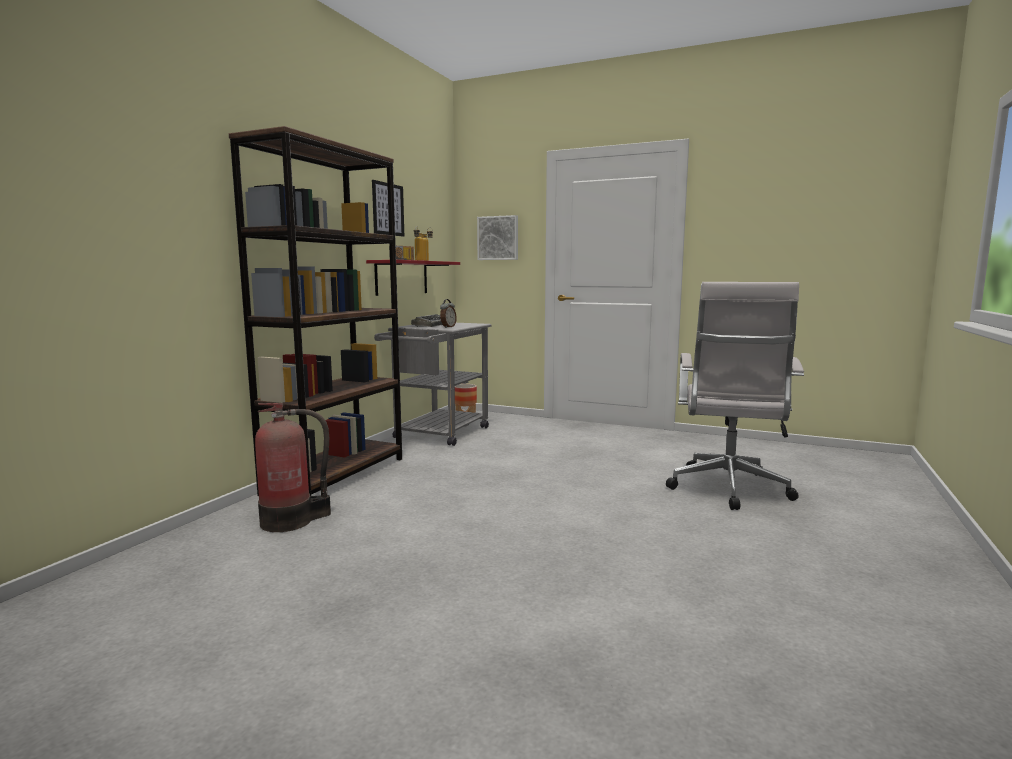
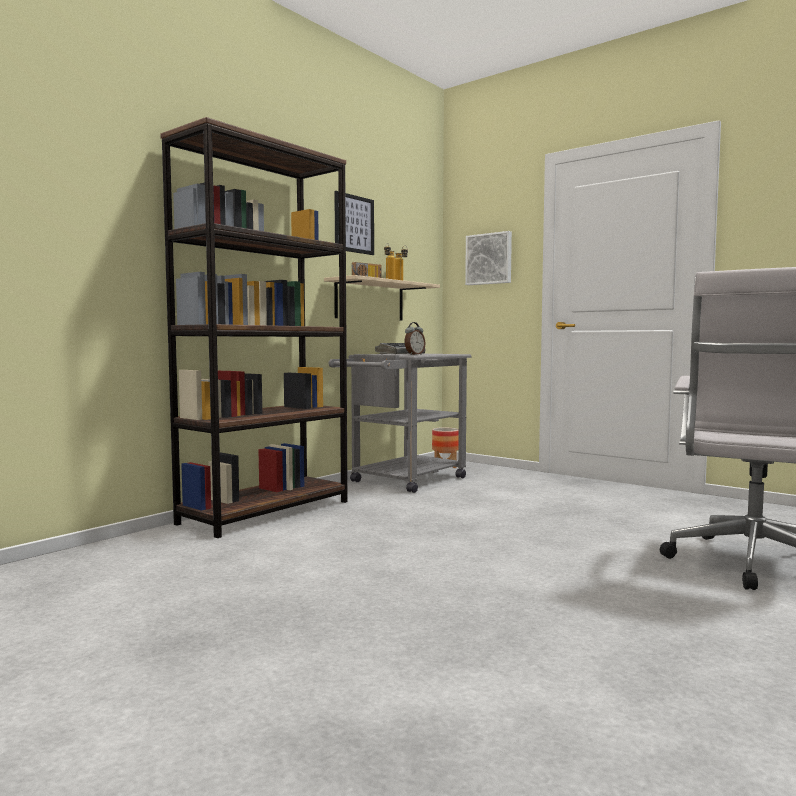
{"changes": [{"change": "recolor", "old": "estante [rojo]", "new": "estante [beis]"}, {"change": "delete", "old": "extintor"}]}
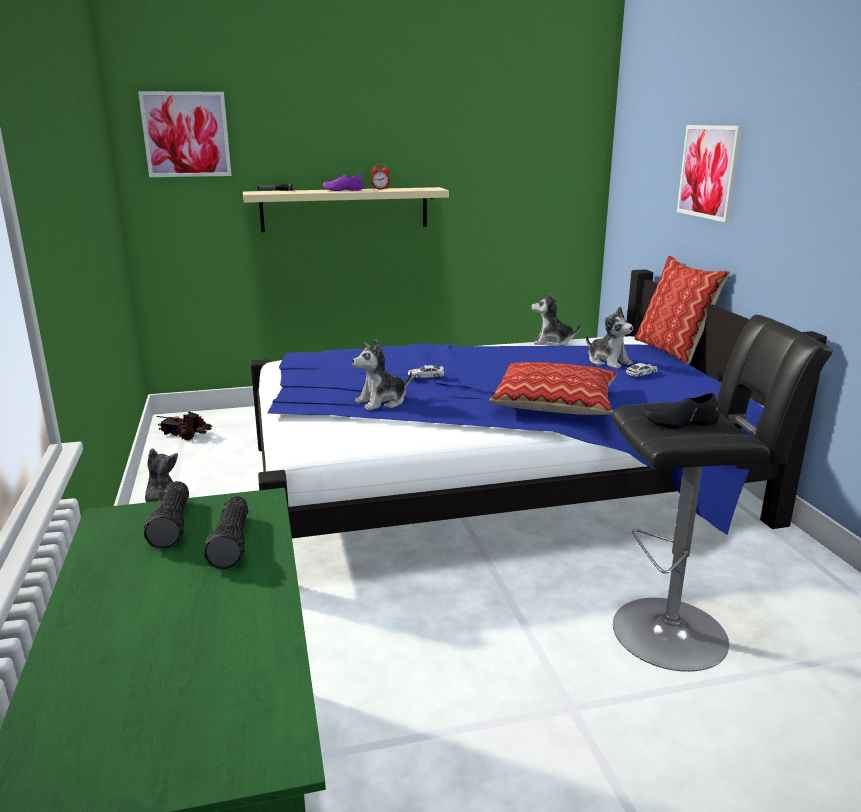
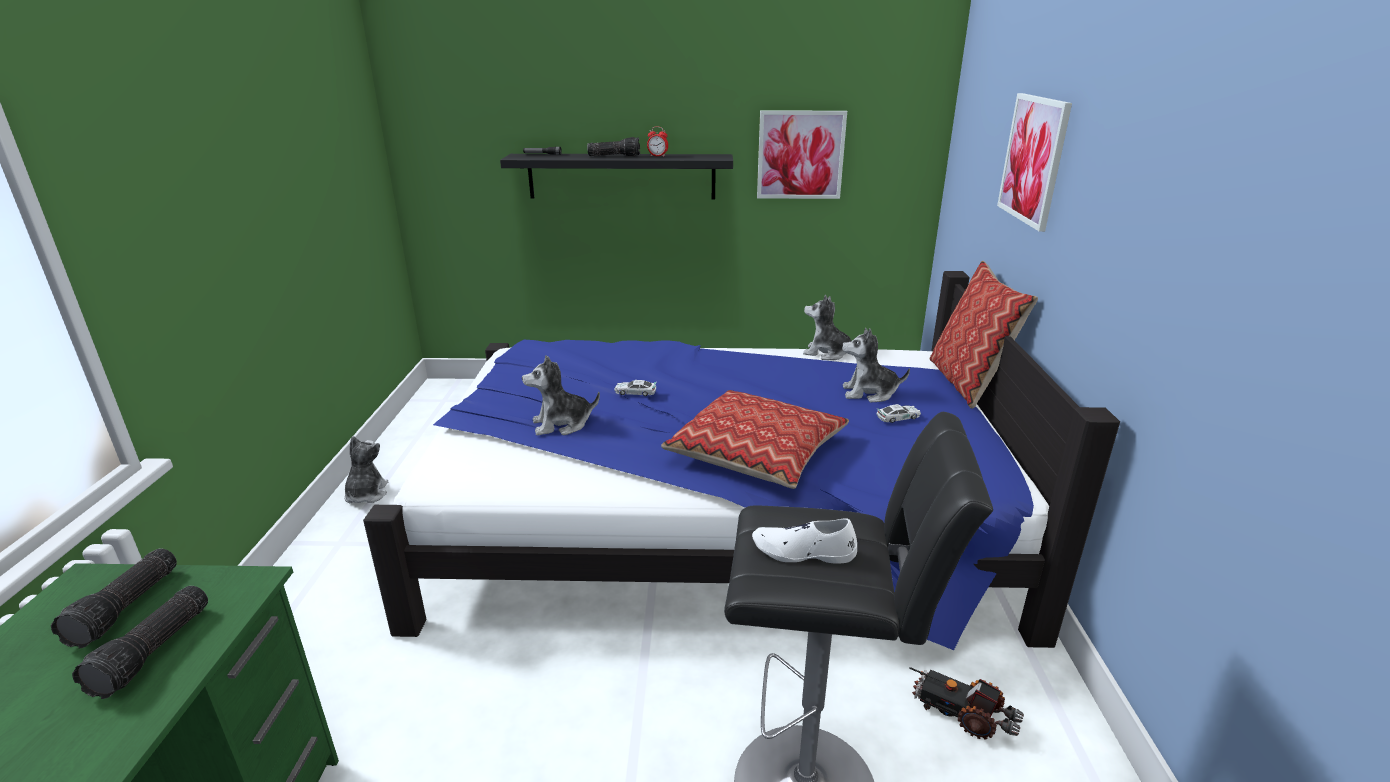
{"changes": [{"change": "move", "old": "cuadro (1st from left)"}, {"change": "replace", "old": "zapato [morado]", "new": "linterna (4th from left)"}, {"change": "recolor", "old": "estante [beis]", "new": "estante [negro]"}, {"change": "rotate", "old": "peluche (4th from left)", "degrees": 120}, {"change": "recolor", "old": "zapato [negro]", "new": "zapato [blanco]"}, {"change": "move", "old": "camión de juguete"}]}
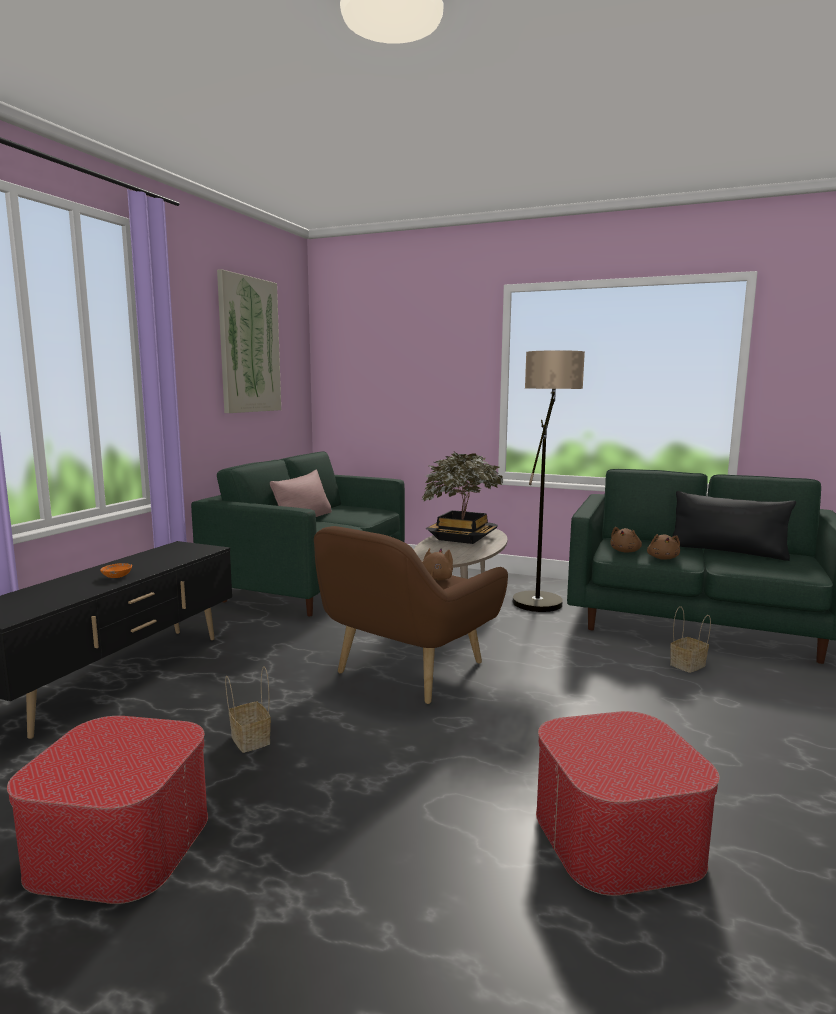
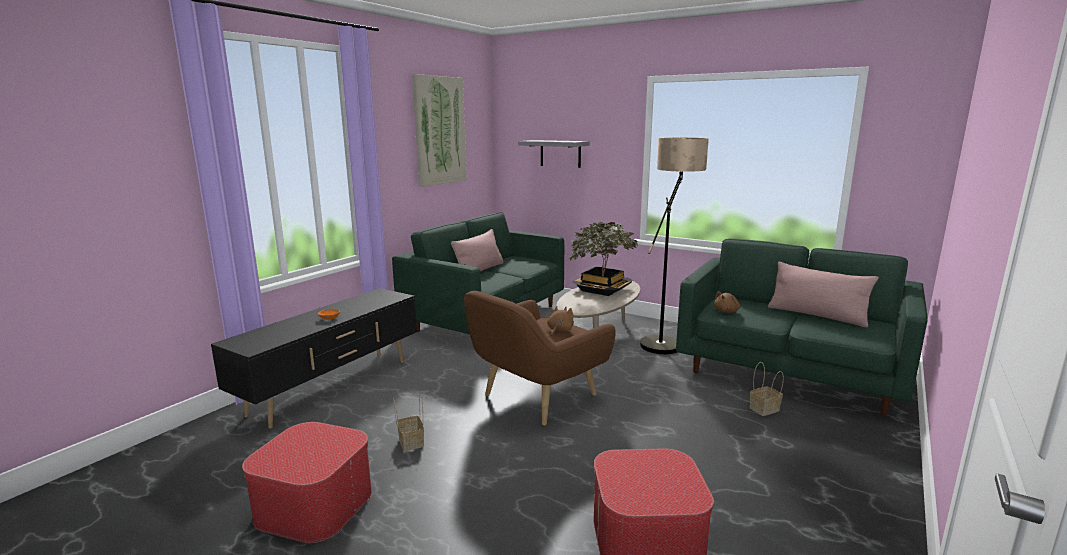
{"changes": [{"change": "recolor", "old": "cojín [negro]", "new": "cojín [rosa] (2nd from left)"}, {"change": "delete", "old": "peluche [marrón] (3rd from left)"}, {"change": "insert", "new": "estante [gris]"}]}
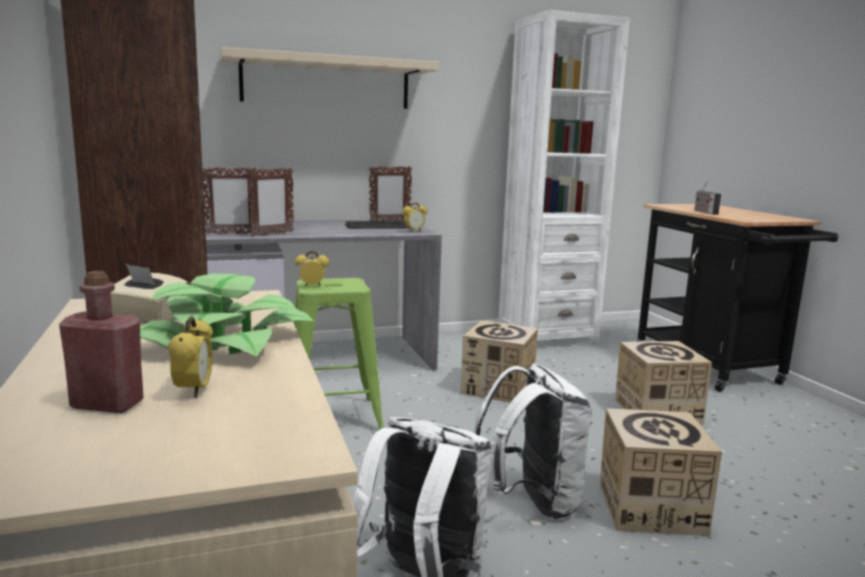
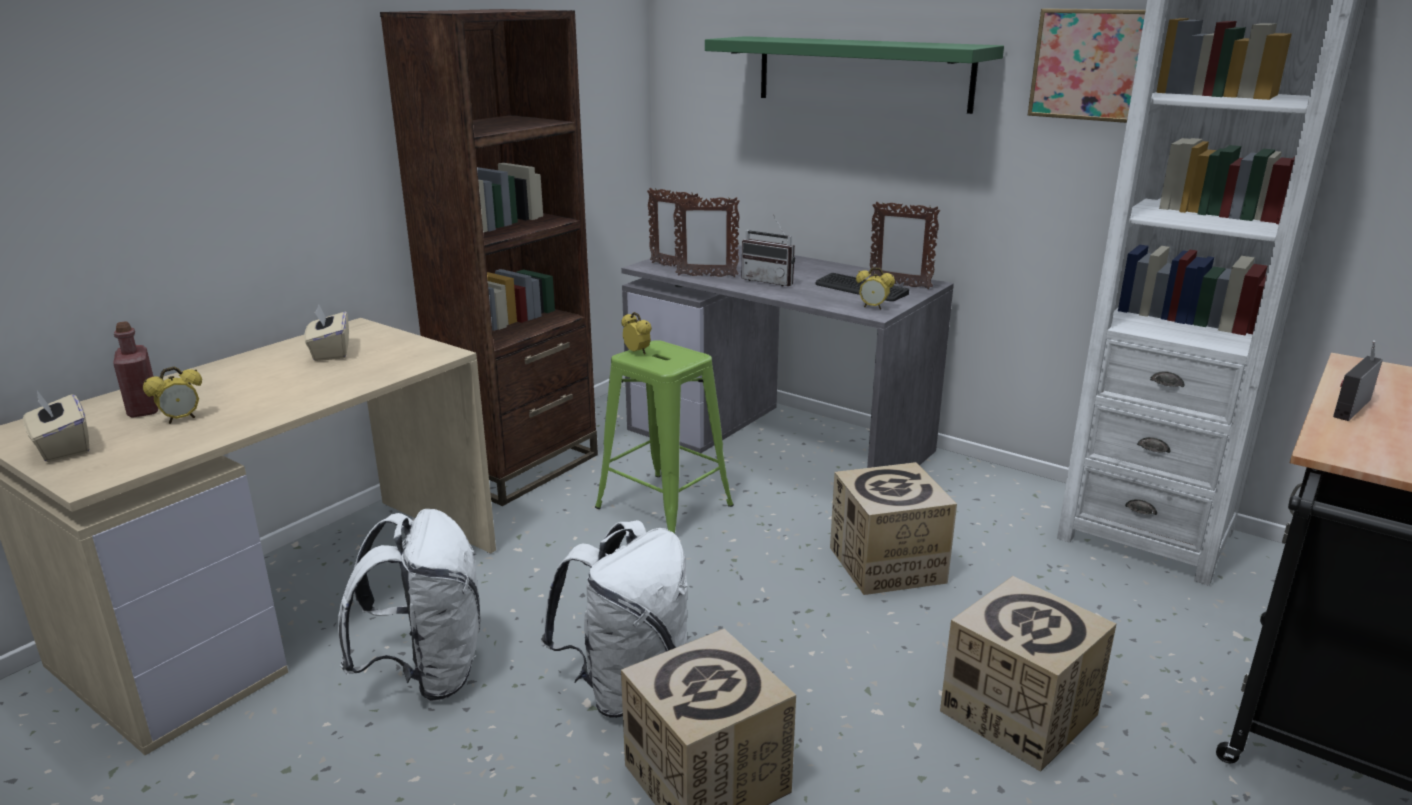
{"changes": [{"change": "recolor", "old": "estante [beis]", "new": "estante [verde]"}, {"change": "delete", "old": "planta en maceta"}, {"change": "insert", "new": "cuadro"}, {"change": "insert", "new": "radio (1st from left)"}, {"change": "insert", "new": "caja de pañuelos [beis] (1st from left)"}]}
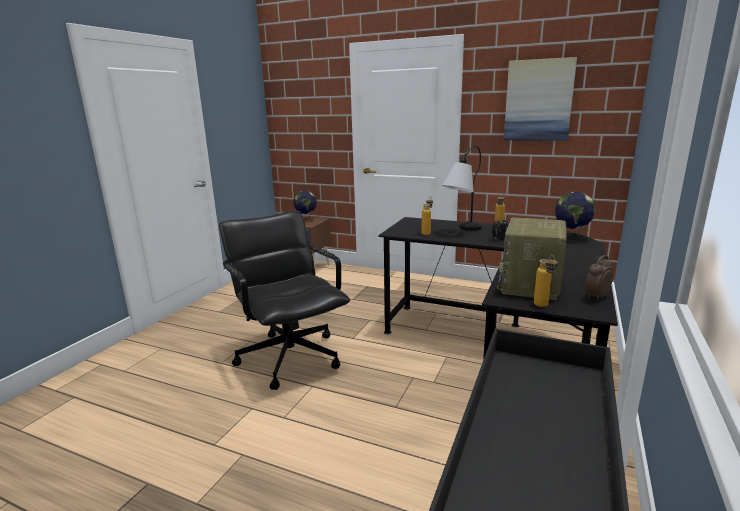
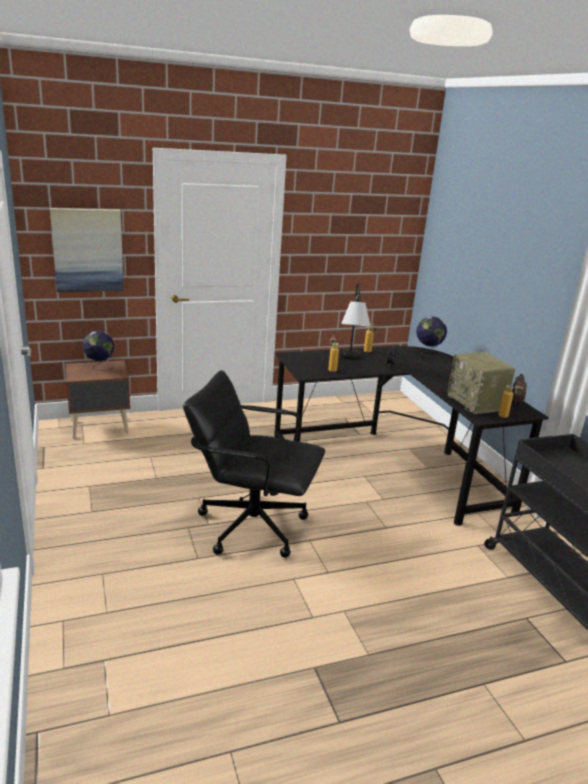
{"changes": [{"change": "move", "old": "cuadro"}]}
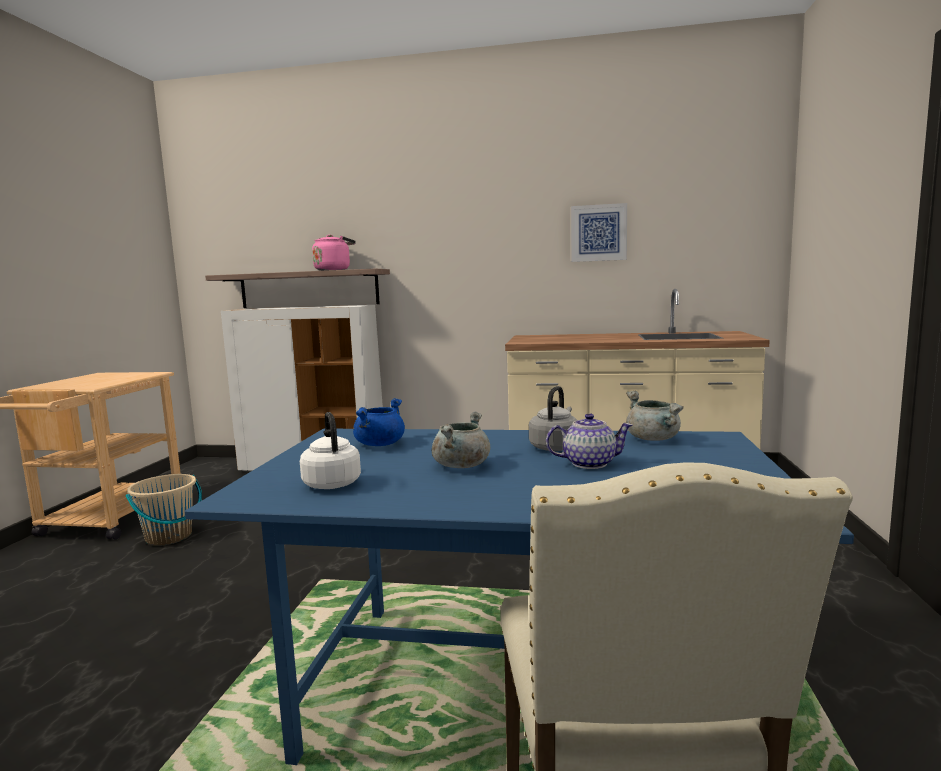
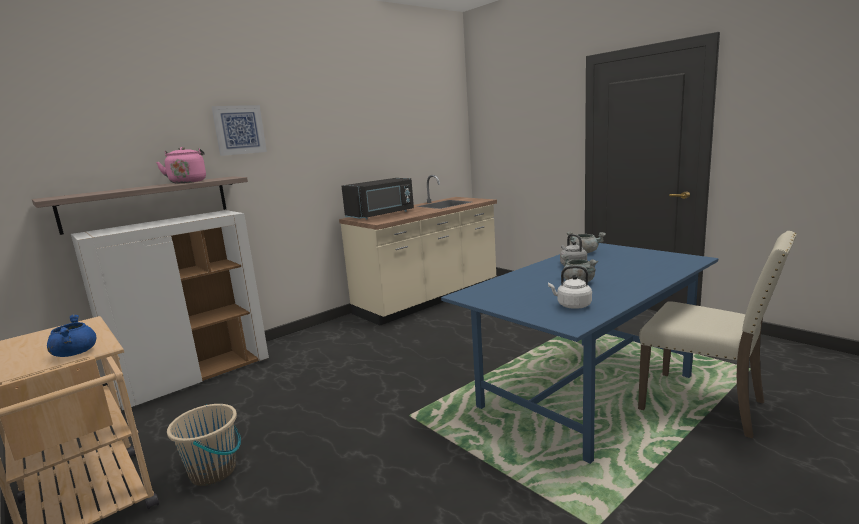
{"changes": [{"change": "move", "old": "cuadro"}, {"change": "move", "old": "olla [azul]"}, {"change": "delete", "old": "tetera"}, {"change": "insert", "new": "microondas [negro]"}]}
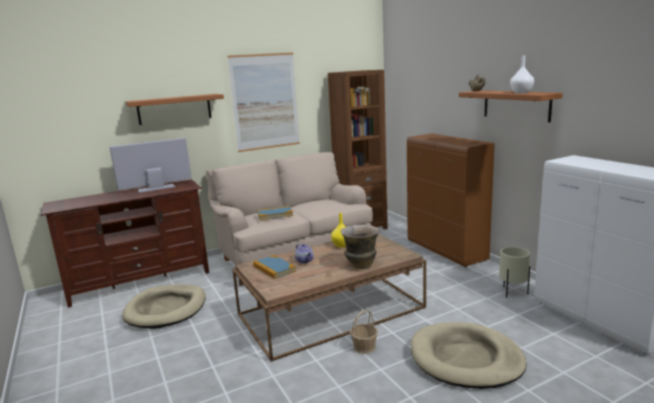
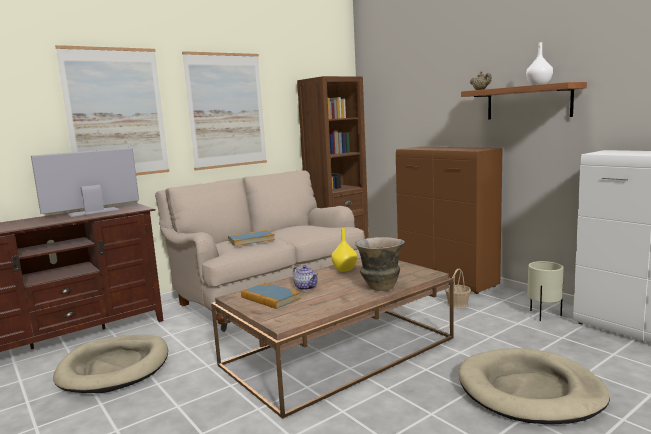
{"changes": [{"change": "replace", "old": "estante (1st from left)", "new": "cuadro (1st from left)"}, {"change": "move", "old": "cesta"}]}
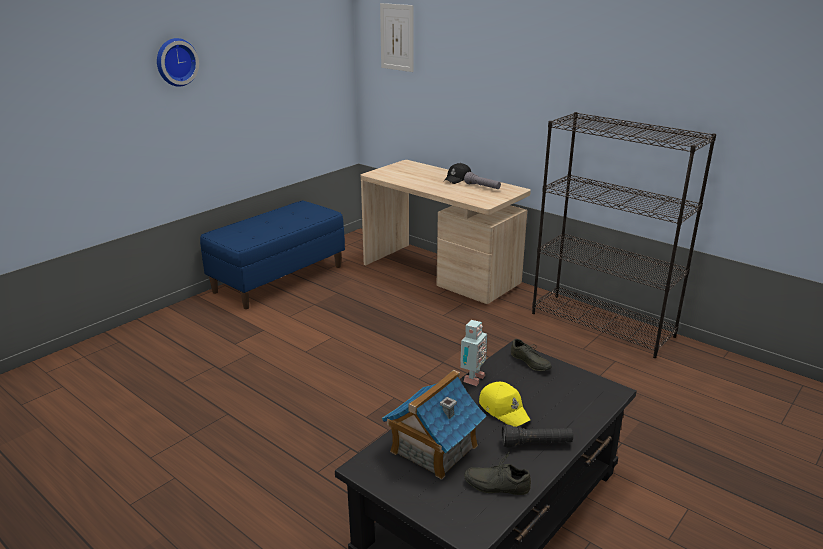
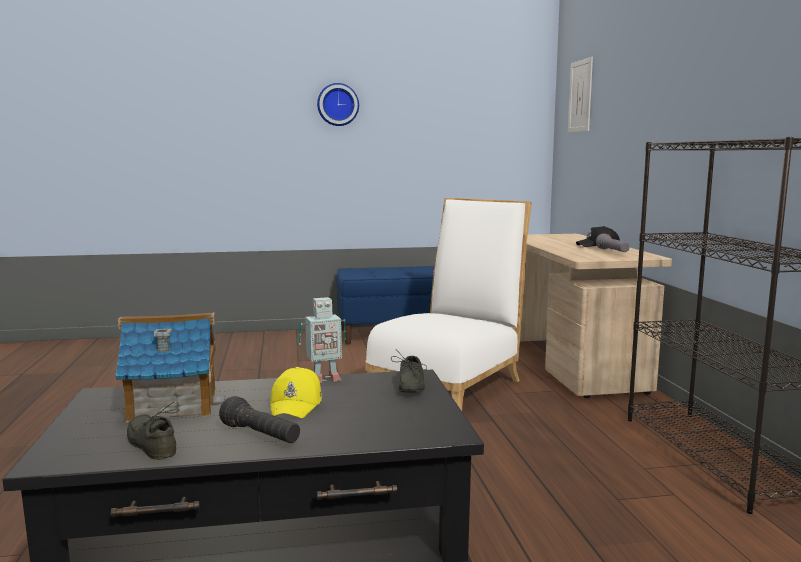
{"changes": [{"change": "insert", "new": "silla [blanco]"}]}
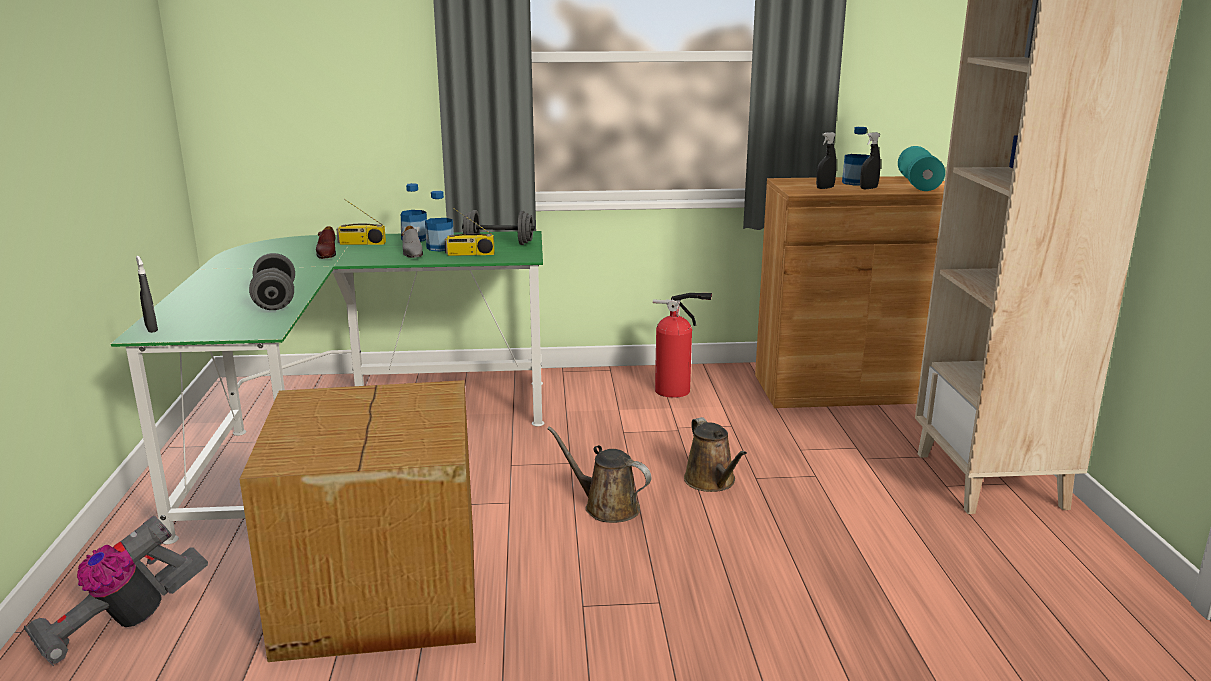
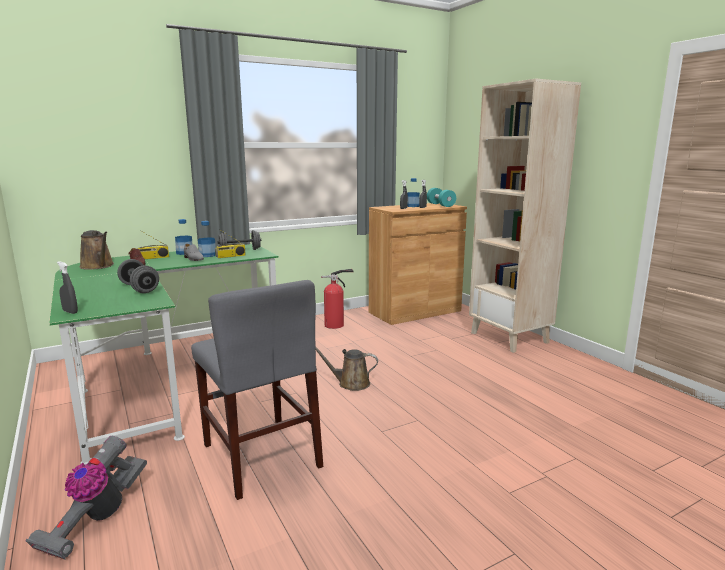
{"changes": [{"change": "replace", "old": "caja de cartón", "new": "silla [gris]"}, {"change": "move", "old": "regadera [marrón] (2nd from left in the first image)", "new": "regadera [marrón] (1st from left)"}]}
